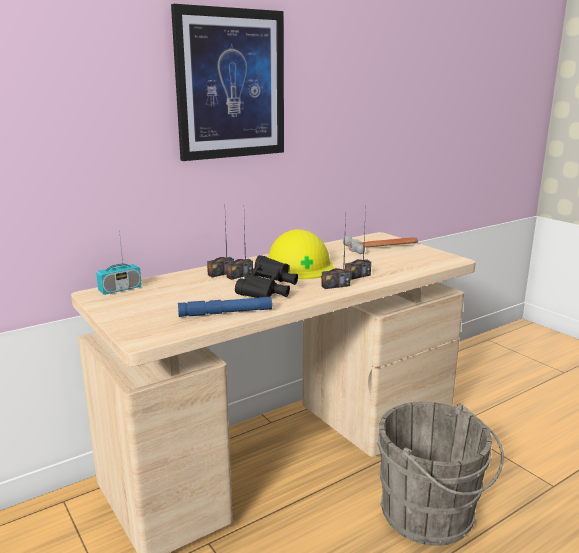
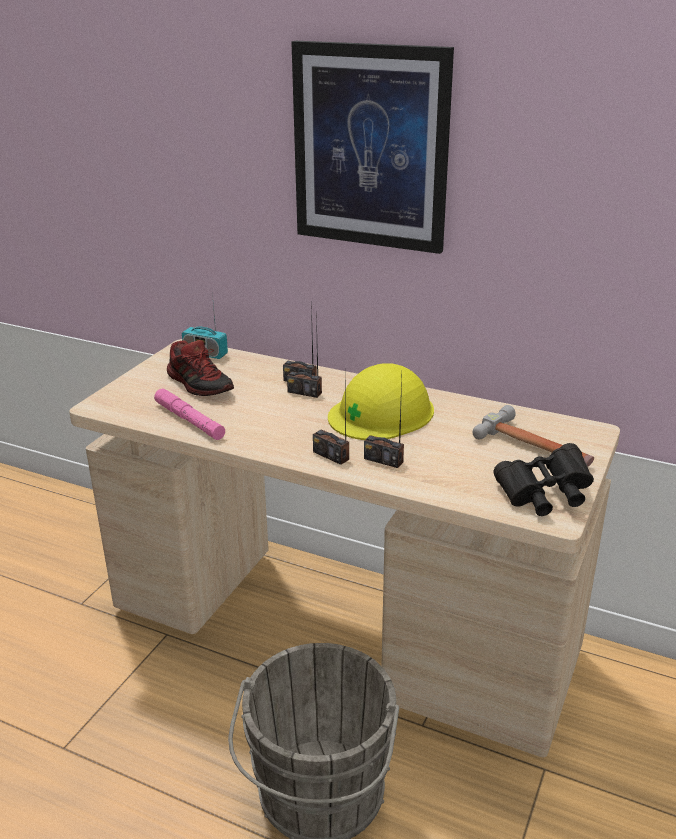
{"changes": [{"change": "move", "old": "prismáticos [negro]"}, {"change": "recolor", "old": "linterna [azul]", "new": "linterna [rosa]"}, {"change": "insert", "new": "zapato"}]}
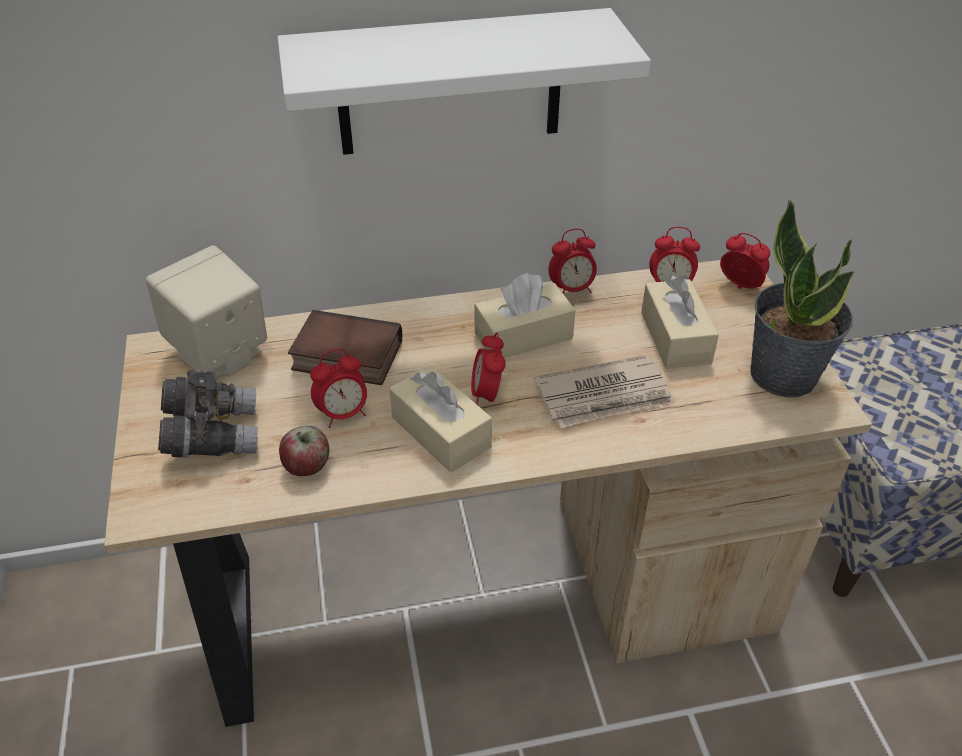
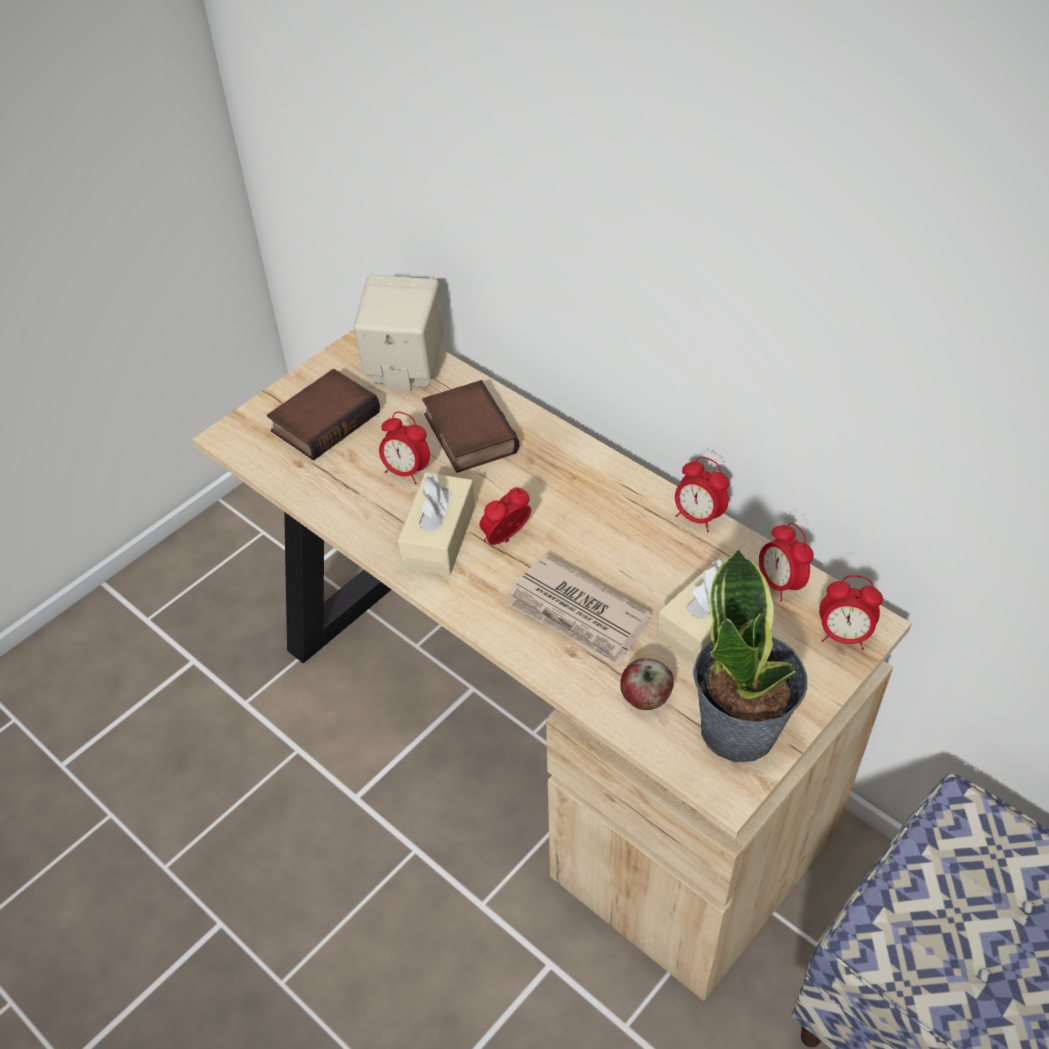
{"changes": [{"change": "delete", "old": "estante [blanco]"}, {"change": "rotate", "old": "despertador (5th from left)", "degrees": 105}, {"change": "delete", "old": "caja de pañuelos [beis] (2nd from left)"}, {"change": "replace", "old": "prismáticos [gris]", "new": "libro (1st from left)"}, {"change": "move", "old": "manzana"}]}
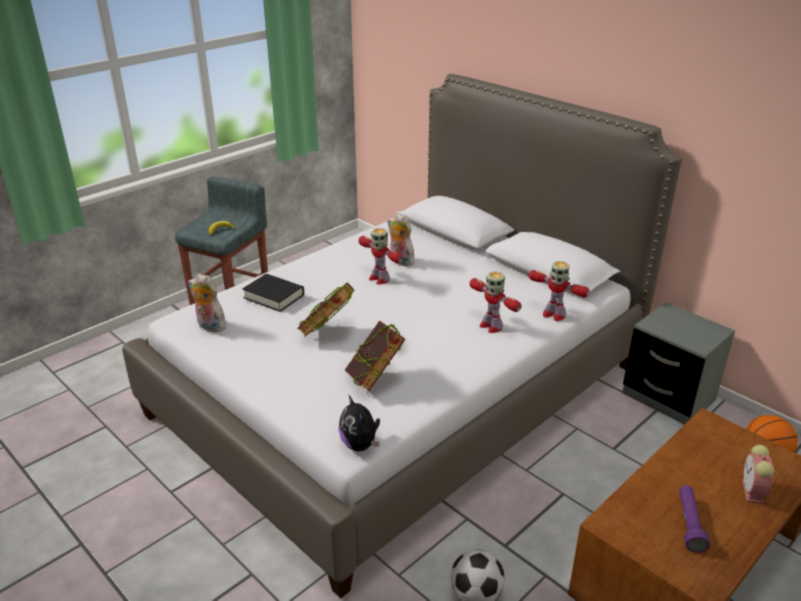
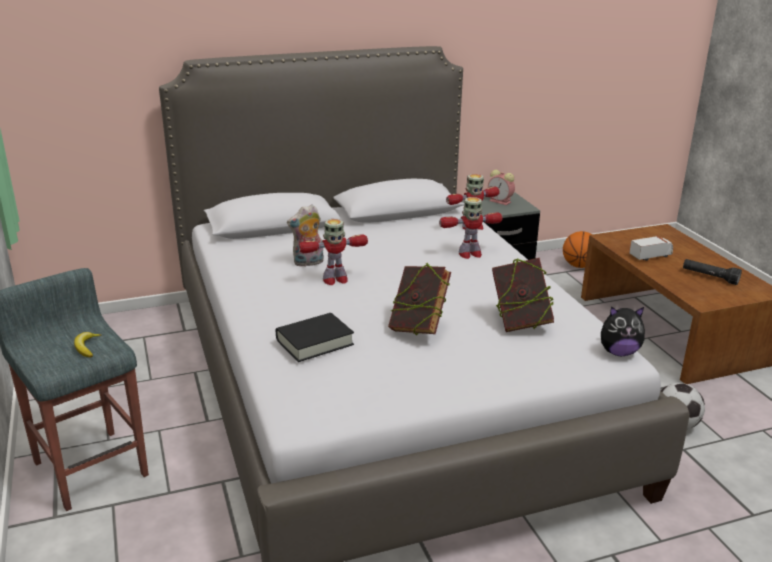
{"changes": [{"change": "delete", "old": "peluche (1st from left)"}, {"change": "move", "old": "despertador"}, {"change": "recolor", "old": "linterna [morado]", "new": "linterna [negro]"}, {"change": "insert", "new": "camión de juguete"}]}
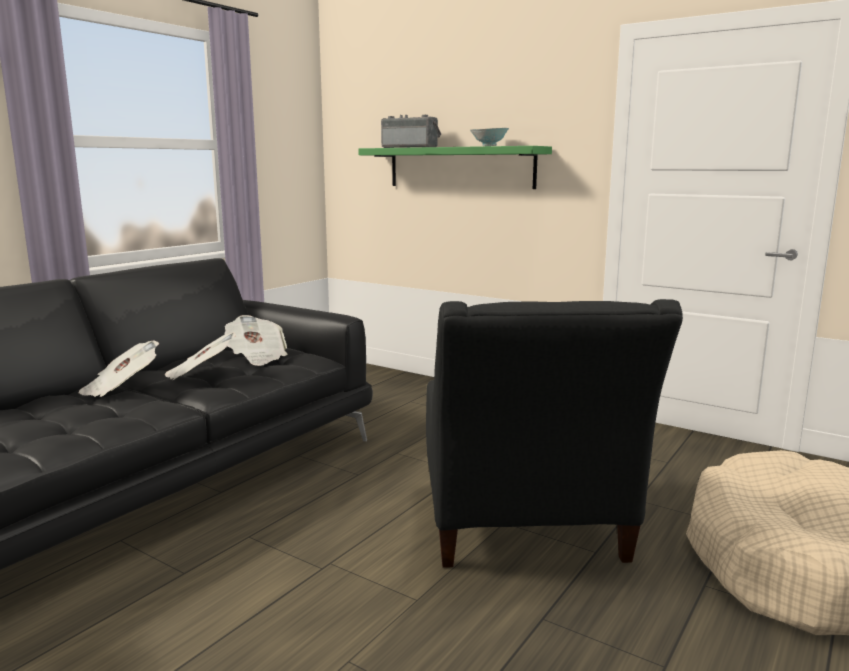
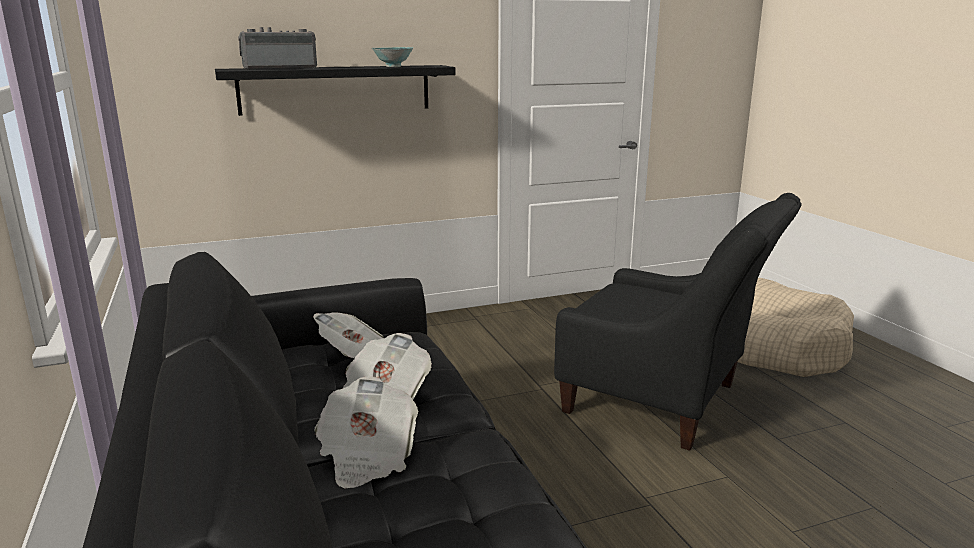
{"changes": [{"change": "recolor", "old": "estante [verde]", "new": "estante [negro]"}]}
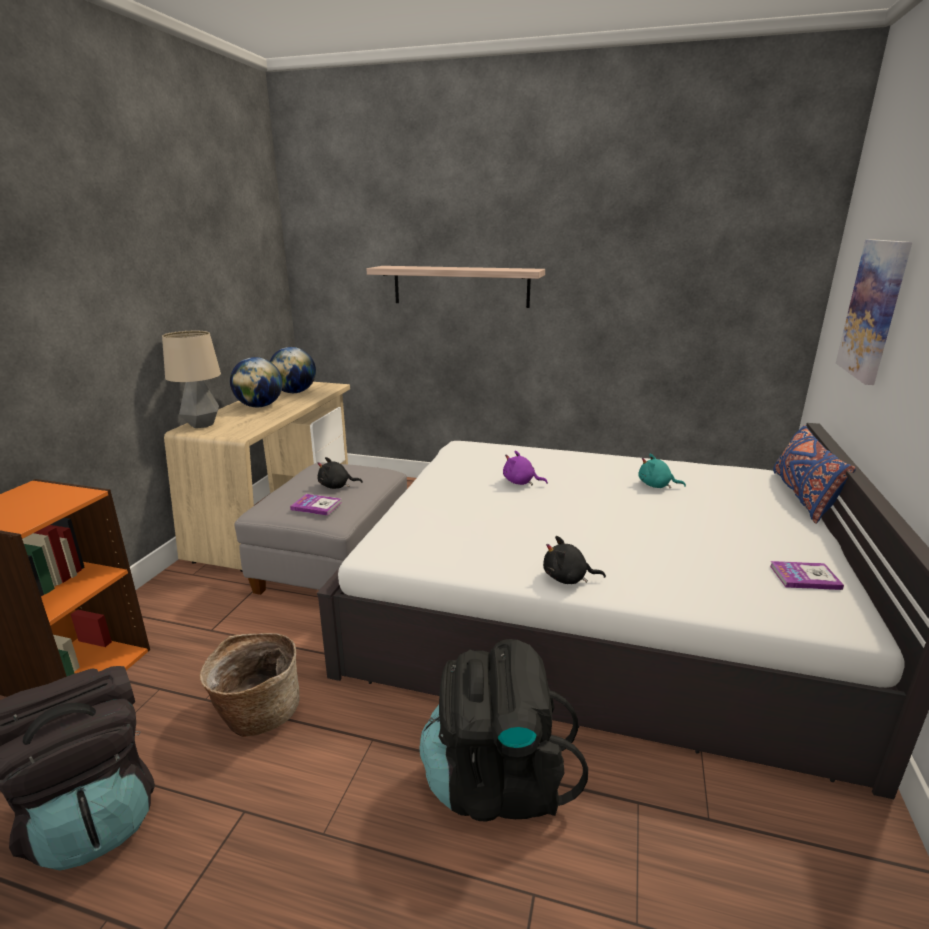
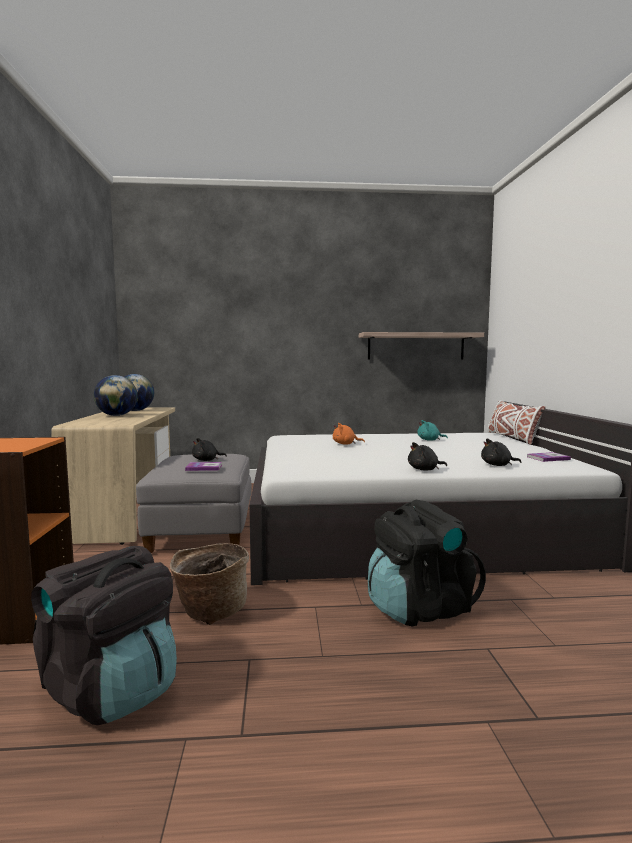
{"changes": [{"change": "delete", "old": "cuadro"}, {"change": "move", "old": "estante"}, {"change": "delete", "old": "lámpara de mesa"}, {"change": "recolor", "old": "cojín [azul]", "new": "cojín [blanco]"}, {"change": "recolor", "old": "peluche [morado]", "new": "peluche [naranja]"}, {"change": "insert", "new": "peluche [negro] (3rd from left)"}]}
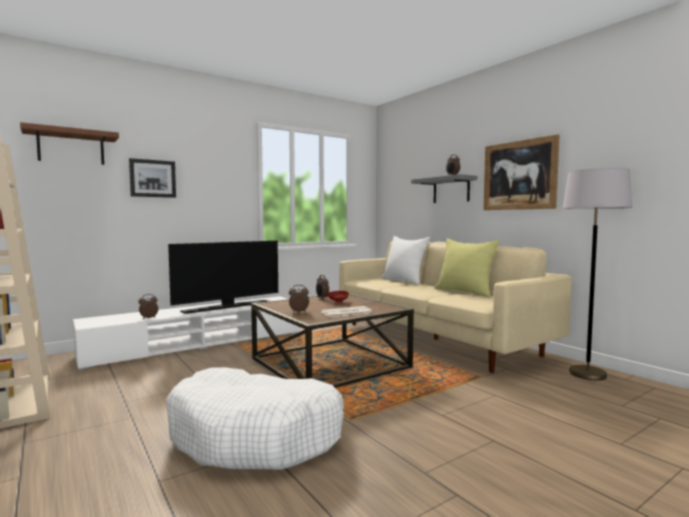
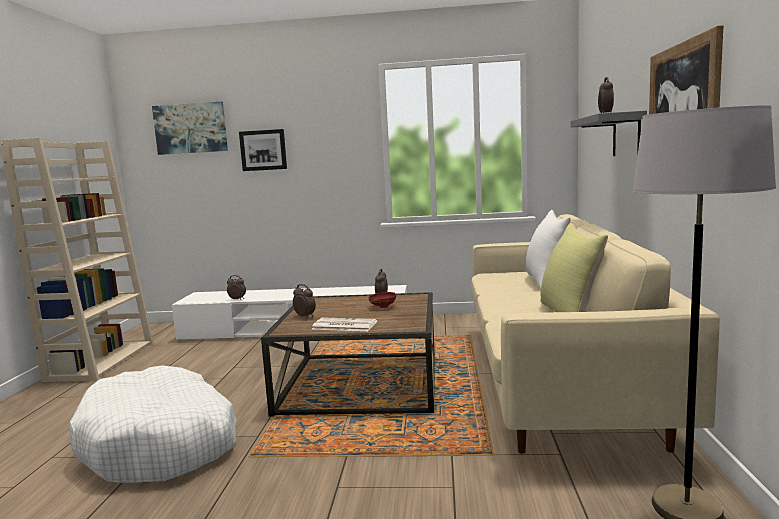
{"changes": [{"change": "replace", "old": "estante [marrón]", "new": "cuadro (1st from left)"}, {"change": "delete", "old": "televisor"}]}
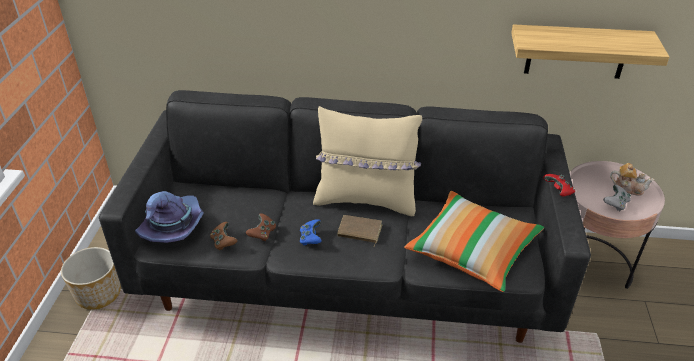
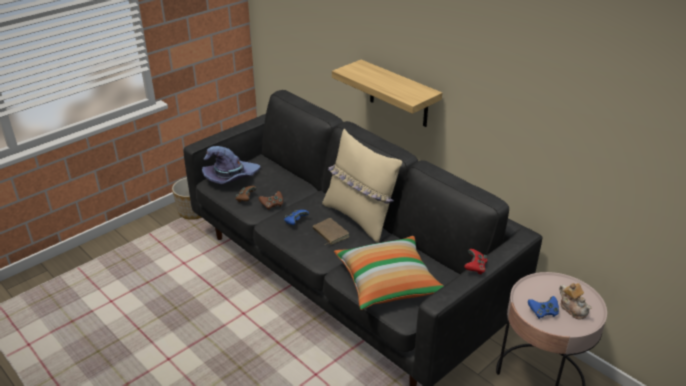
{"changes": [{"change": "move", "old": "estante"}, {"change": "recolor", "old": "mando de consola [gris]", "new": "mando de consola [azul] (2nd from left)"}]}
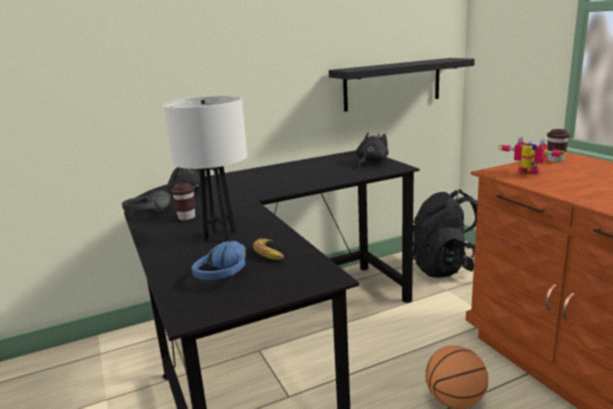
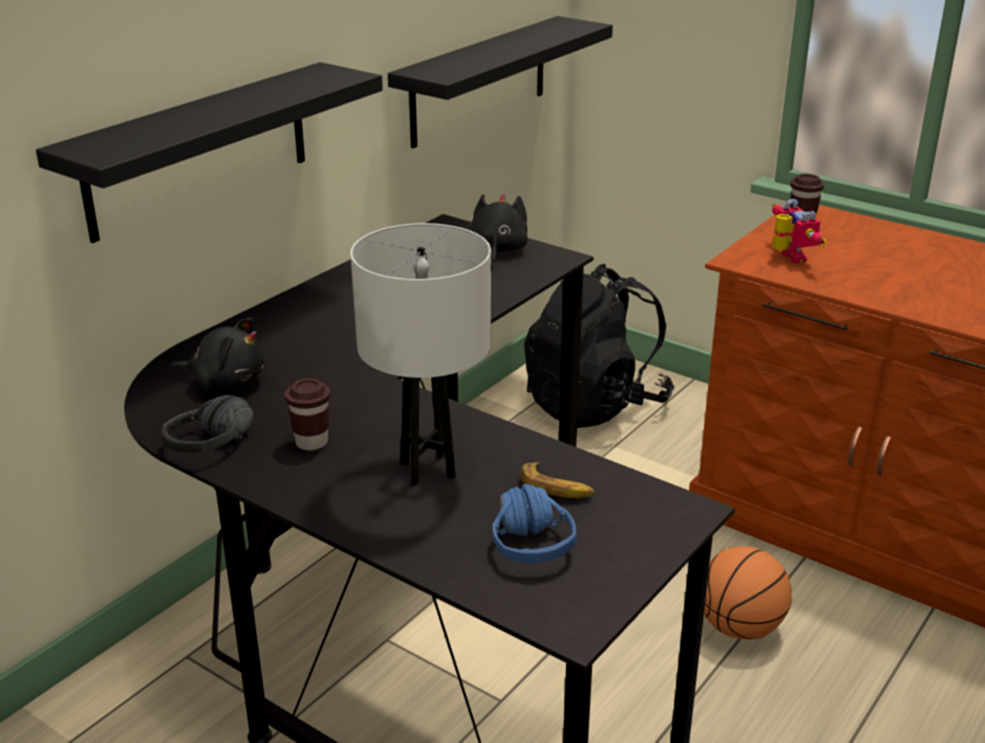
{"changes": [{"change": "rotate", "old": "robot de juguete", "degrees": 60}, {"change": "insert", "new": "estante [negro] (1st from left)"}]}
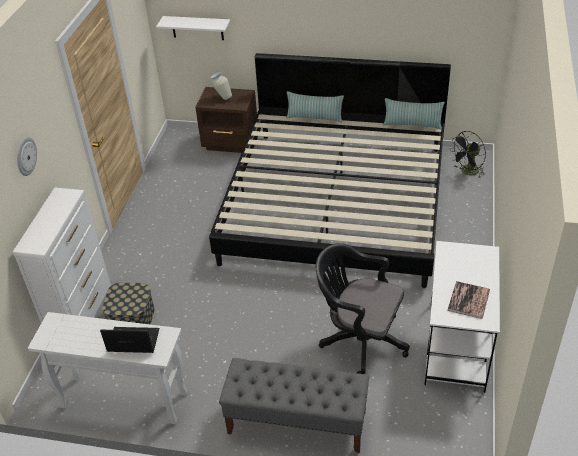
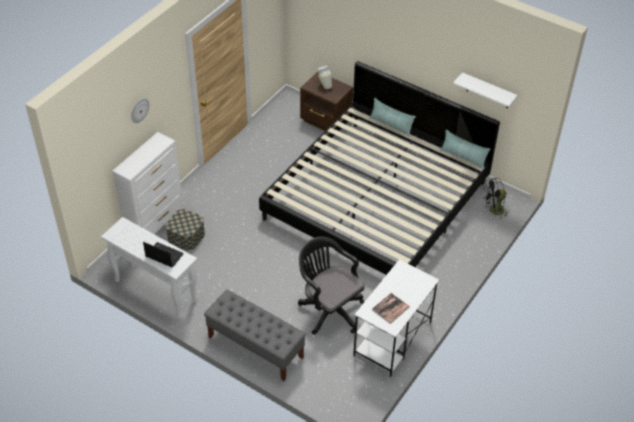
{"changes": [{"change": "move", "old": "estante [blanco]"}]}
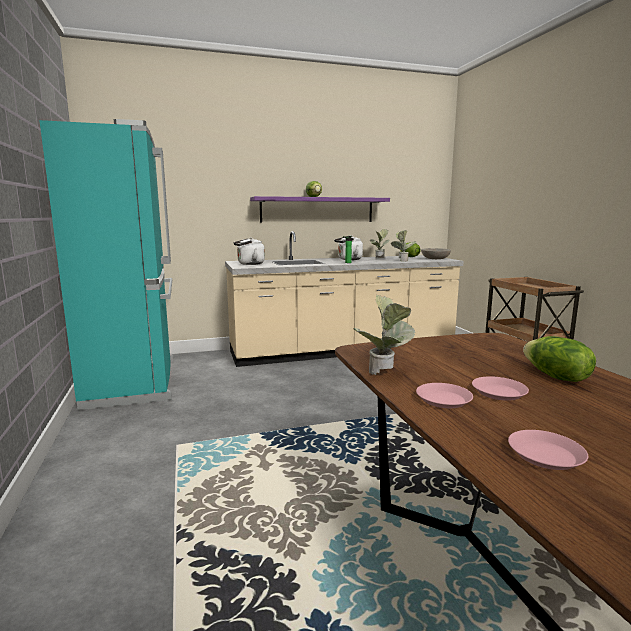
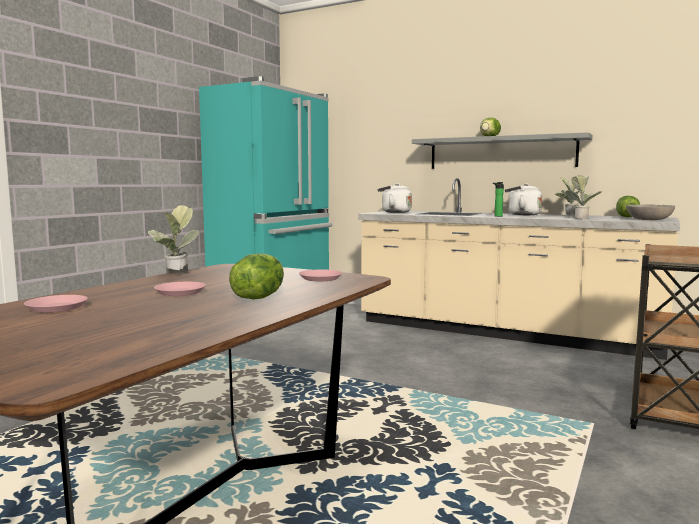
{"changes": [{"change": "recolor", "old": "estante [morado]", "new": "estante [gris]"}, {"change": "move", "old": "plato [rosa] (1st from left in the first image)", "new": "plato [rosa] (3rd from left)"}]}
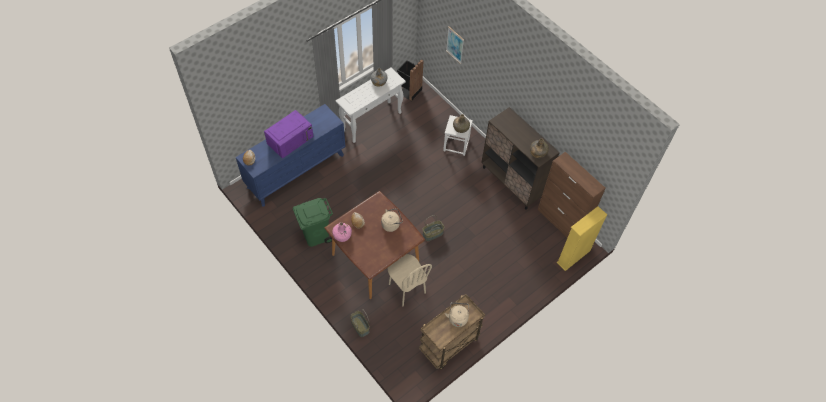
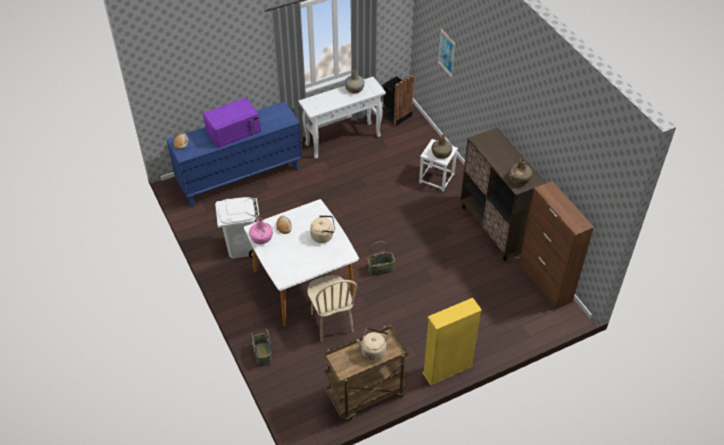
{"changes": [{"change": "recolor", "old": "mesa de comedor [marrón]", "new": "mesa de comedor [blanco]"}, {"change": "recolor", "old": "papelera [verde]", "new": "papelera [blanco]"}, {"change": "move", "old": "estantería [amarillo]"}]}
